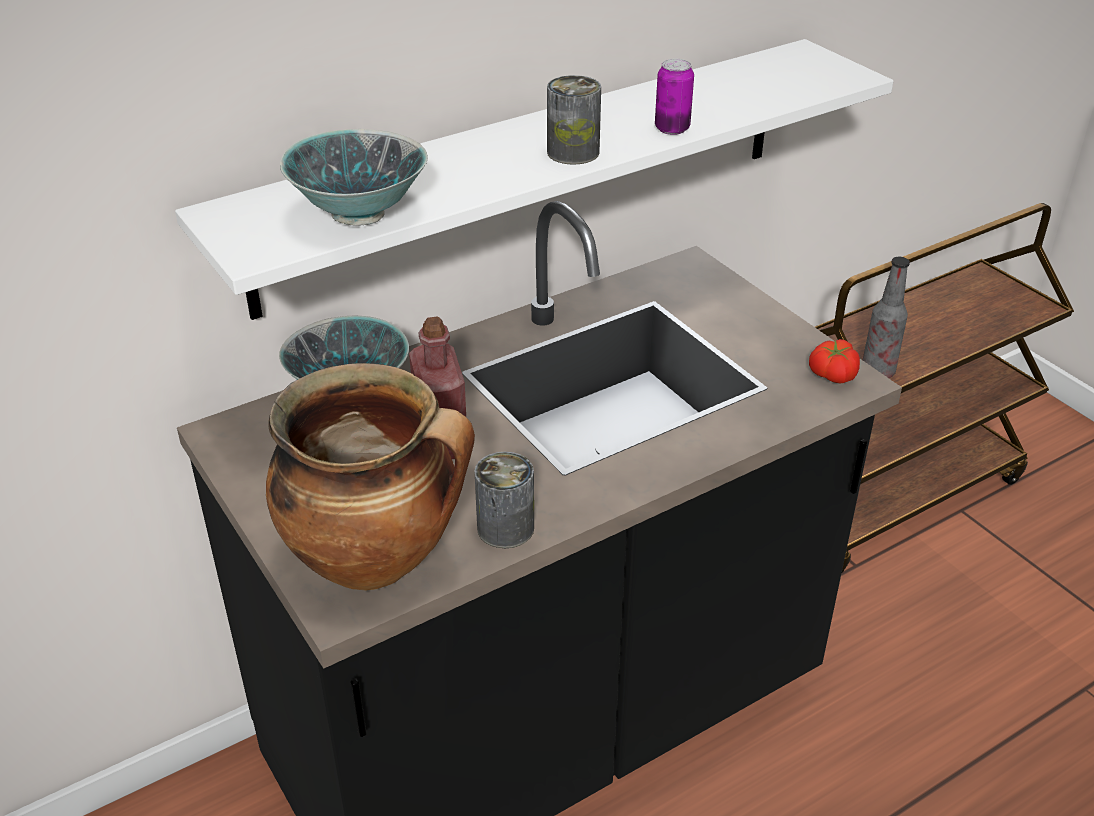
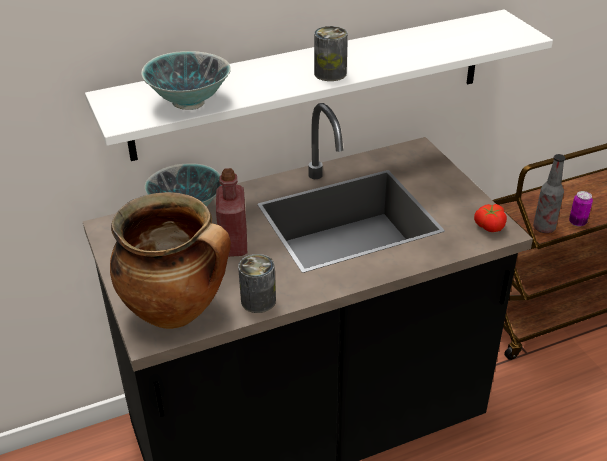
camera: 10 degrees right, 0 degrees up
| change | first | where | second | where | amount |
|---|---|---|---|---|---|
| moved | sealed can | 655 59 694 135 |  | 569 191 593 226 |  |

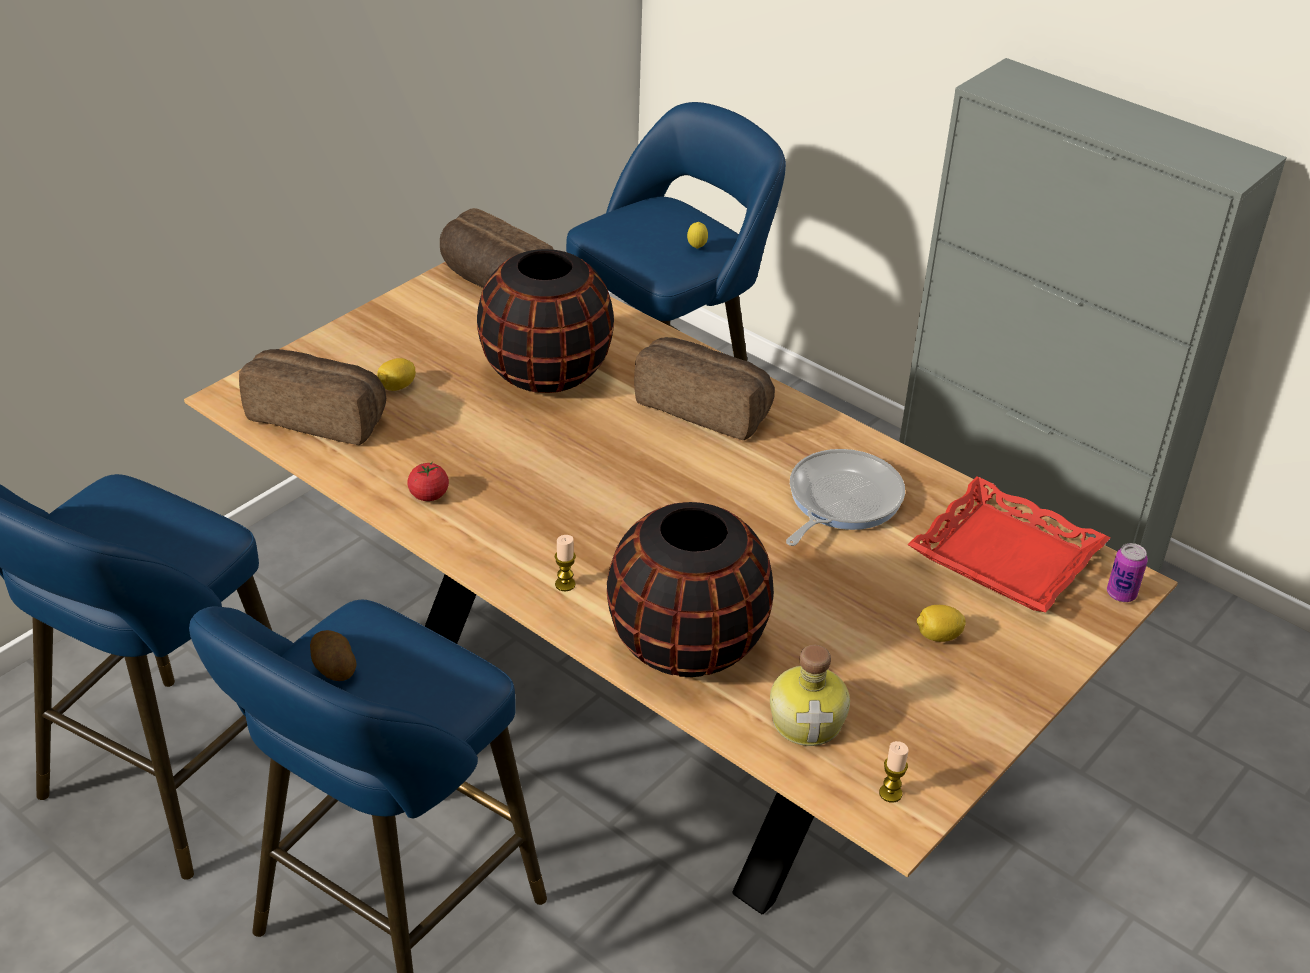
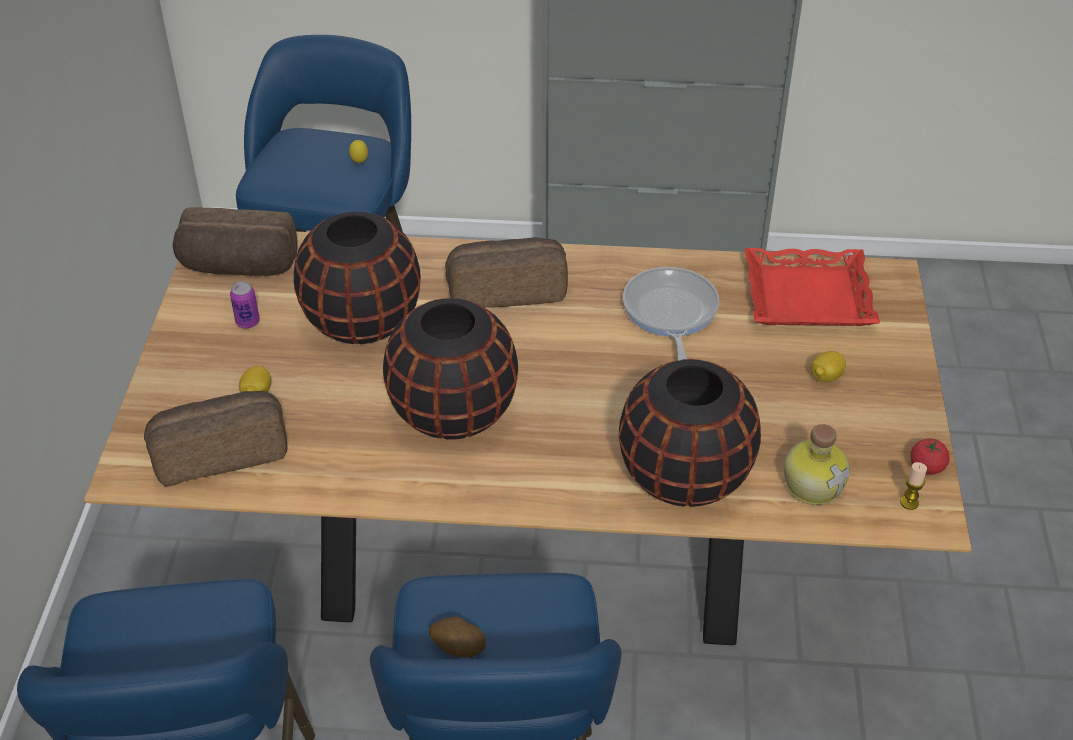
camera: 35 degrees left, 5 degrees up
| change | first | where | second | where | amount |
|---|---|---|---|---|---|
| moved | sealed can | 1107 543 1148 602 |  | 230 282 260 329 |  |
| added |  |  | black flower vase | 383 298 518 439 |  |
| moved | whole tomato | 407 462 449 501 |  | 910 437 950 475 |  |
| removed | candle | 555 535 576 591 |  |  |  |

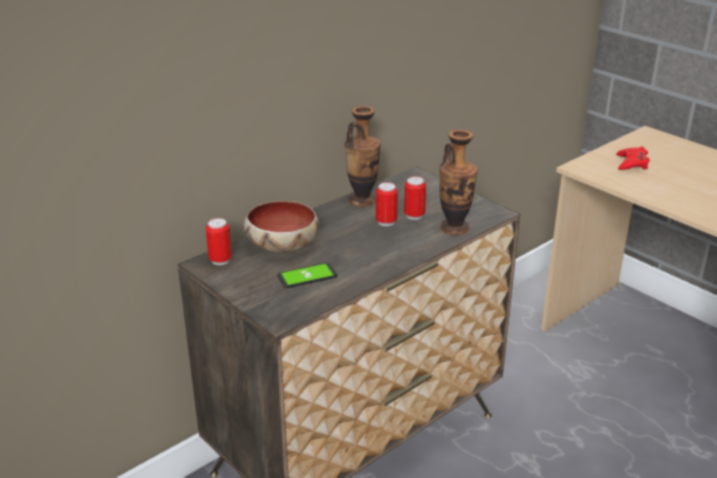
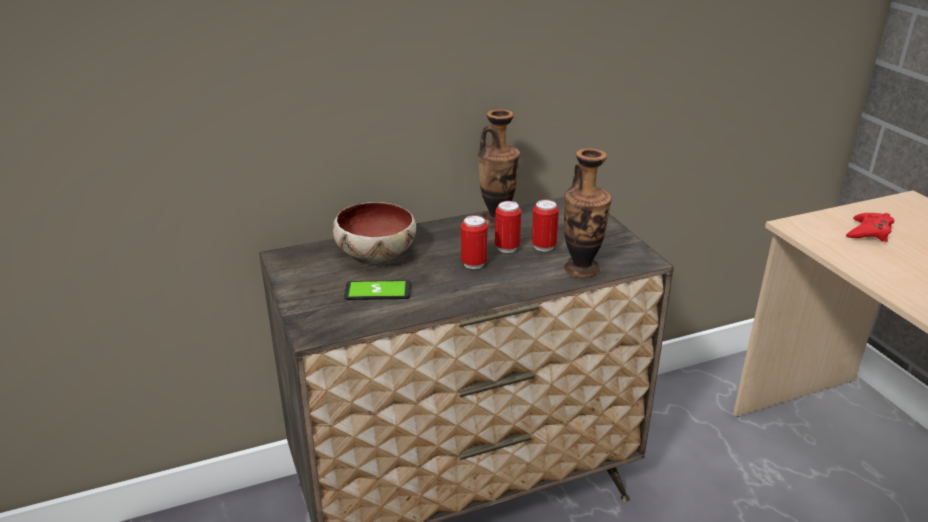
camera: 20 degrees right, 0 degrees up
| change | first | where | second | where | amount |
|---|---|---|---|---|---|
| moved | sealed can | 206 218 232 265 |  | 461 215 488 269 |  |

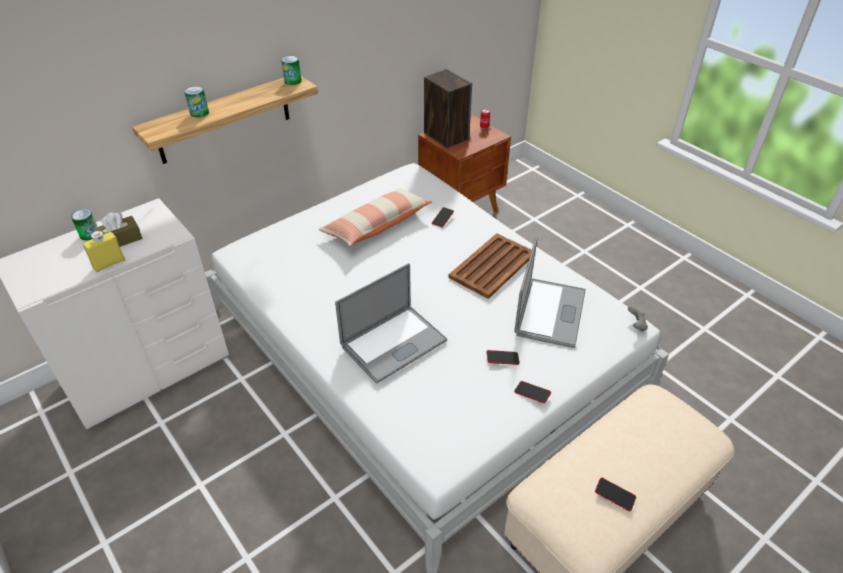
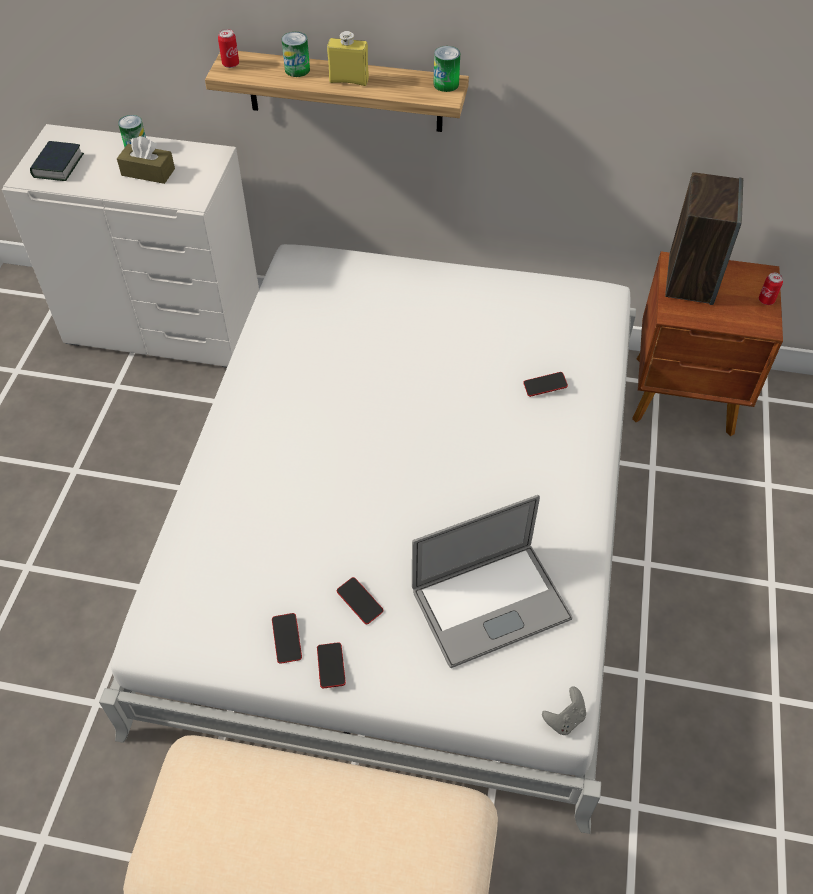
camera: 50 degrees right, 10 degrees up
| change | first | where | second | where | amount |
|---|---|---|---|---|---|
| added |  |  | bound book | 30 141 84 181 |  |
| added |  |  | sealed can | 218 29 239 68 |  |
| moved | handset | 595 478 636 511 |  | 272 613 302 664 |  |
| moved | yellow-coloured beverage bottle | 83 231 125 272 |  | 327 31 369 86 |  |
| removed | cushion | 319 189 432 246 |  |  |  |
| removed | portable computer | 335 263 447 384 |  |  |  |
| removed | brownish carrying tray | 449 233 532 299 |  |  |  |

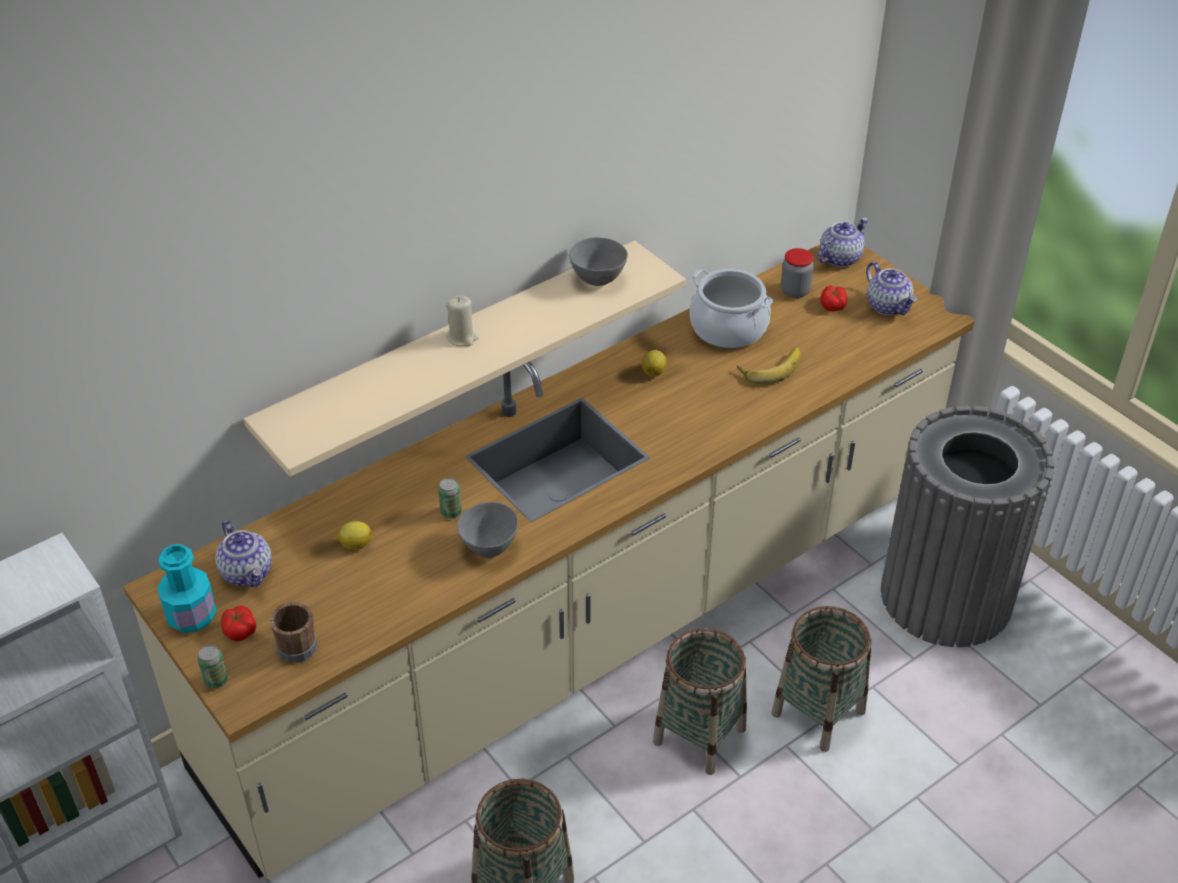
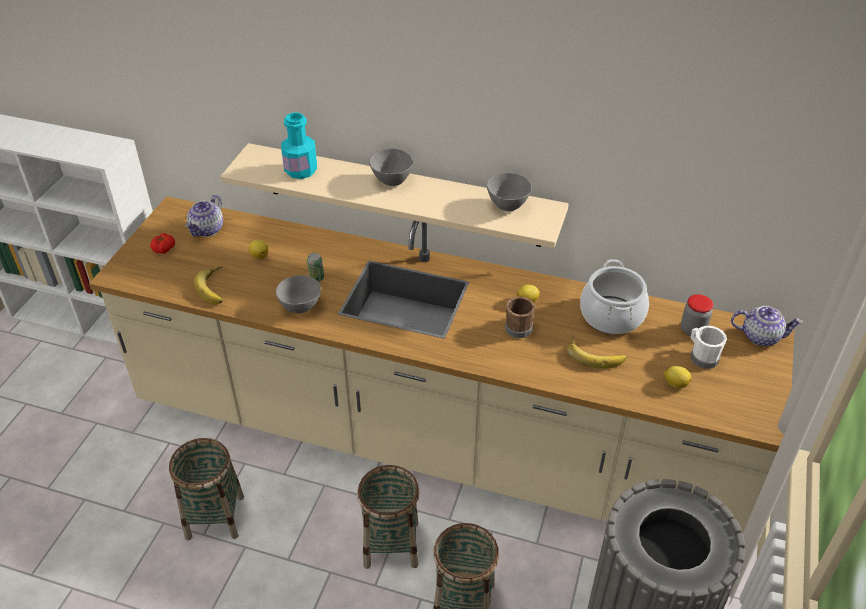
camera: 55 degrees right, 0 degrees up
| change | first | where | second | where | amount |
|---|---|---|---|---|---|
| added |  |  | banana | 194 266 223 304 |  |
| moved | turquoise-coloured beverage bottle | 157 544 217 633 |  | 281 112 317 179 |  |
| replaced | beige candle | 446 296 479 346 | greyish bowl | 369 148 413 186 |  |
| moved | brownish coffee mug | 270 602 317 663 |  | 505 296 535 338 |  |
| added |  |  | whole lemon | 664 366 691 389 |  |
| replaced | whole tomato | 820 285 847 312 | white coffee mug | 690 326 727 369 |  |
| removed | sealed can | 198 645 228 689 |  |  |  |
| removed | pot for tea | 866 262 917 315 |  |  |  |

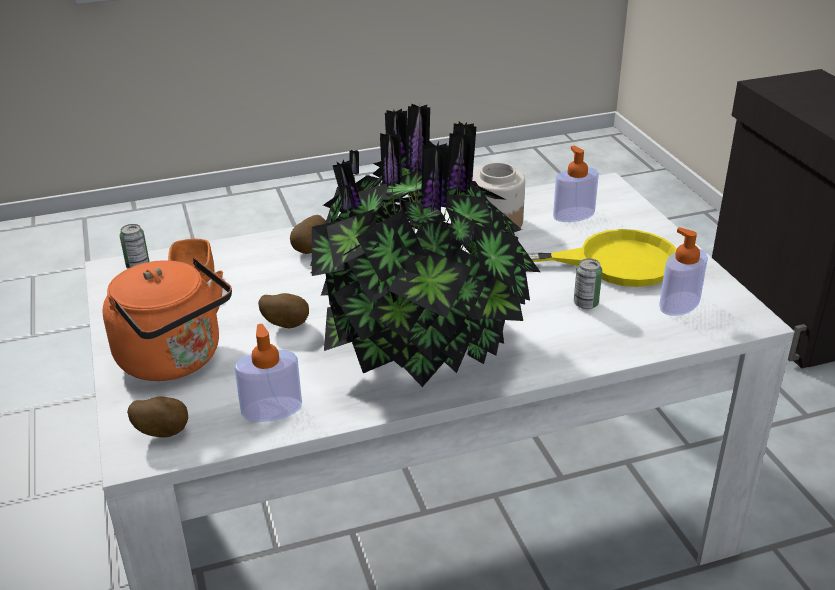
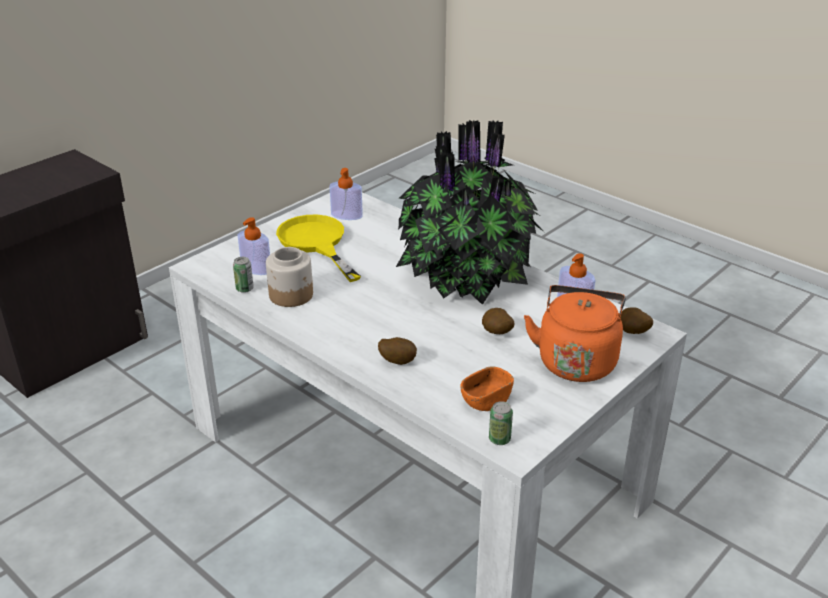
camera: 120 degrees left, 0 degrees up
| change | first | where | second | where | amount |
|---|---|---|---|---|---|
| moved | sealed can | 574 258 602 309 |  | 233 257 254 293 |  |

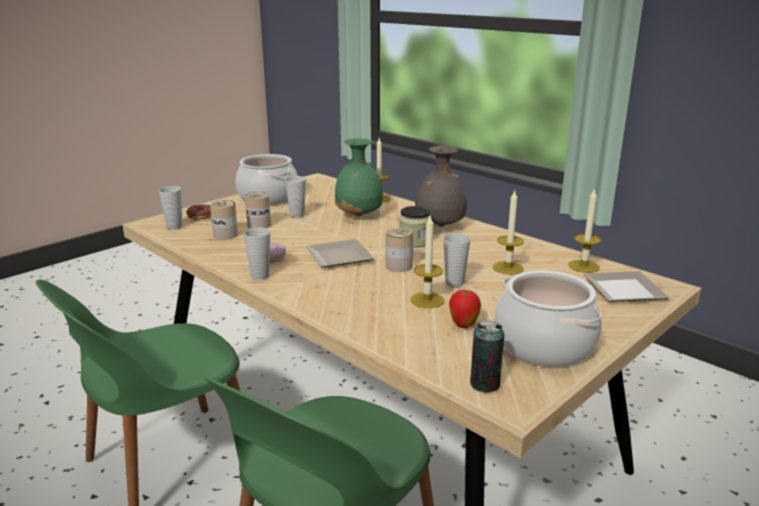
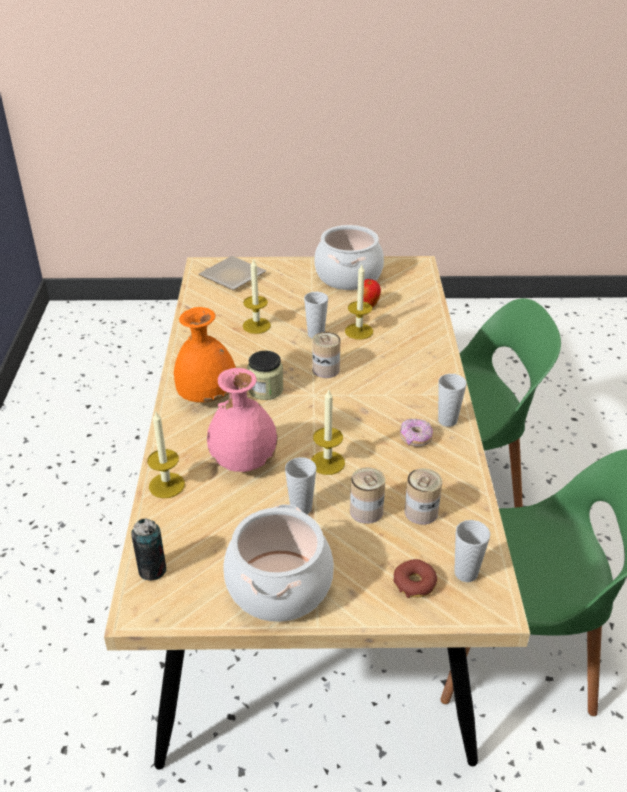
camera: 135 degrees left, 15 degrees up
| change | first | where | second | where | amount |
|---|---|---|---|---|---|
| moved | sealed can | 470 320 504 393 |  | 131 518 167 581 |  |
| recoloured | greyish flower vase | 415 146 467 227 | orangey flower vase | 174 307 236 402 |  |
| recoloured | greenish flower vase | 334 138 383 216 | pink-coloured flower vase | 207 368 278 472 |  |
| moved | candle | 568 188 601 273 |  | 311 388 345 475 |  |
| removed | dinner plate | 306 239 375 268 |  |  |  |

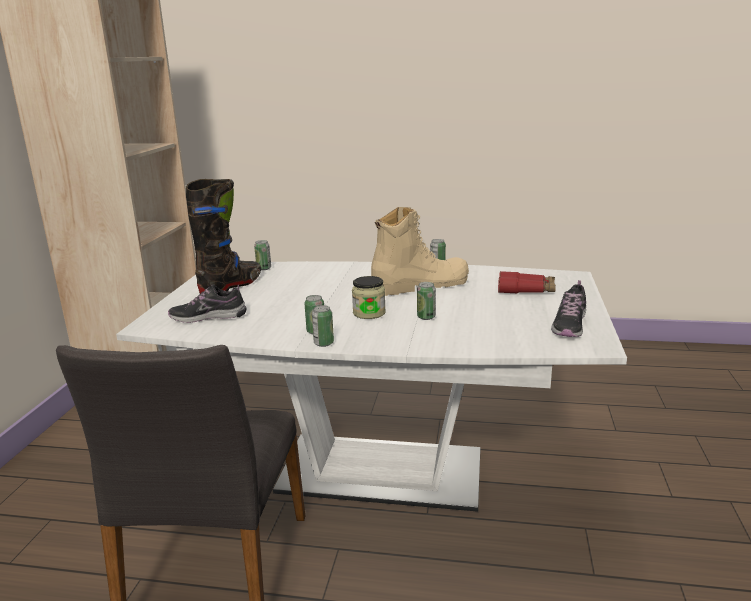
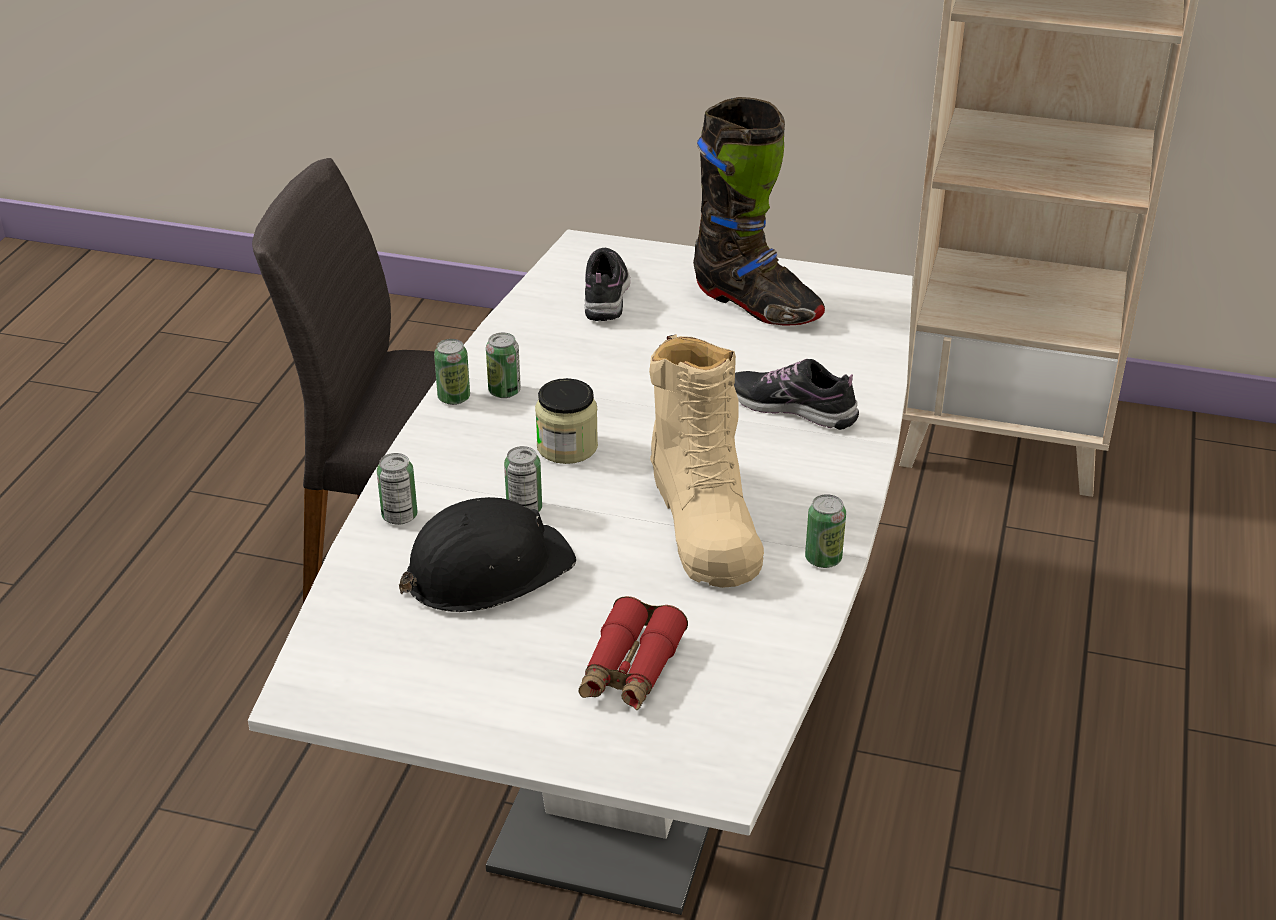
camera: 95 degrees right, 15 degrees up
| change | first | where | second | where | amount |
|---|---|---|---|---|---|
| moved | sealed can | 254 240 271 270 |  | 377 453 417 525 |  |
| added |  |  | black safety helmet | 398 497 576 612 |  |
| moved | shoe | 551 280 586 337 |  | 734 359 859 430 |  |

